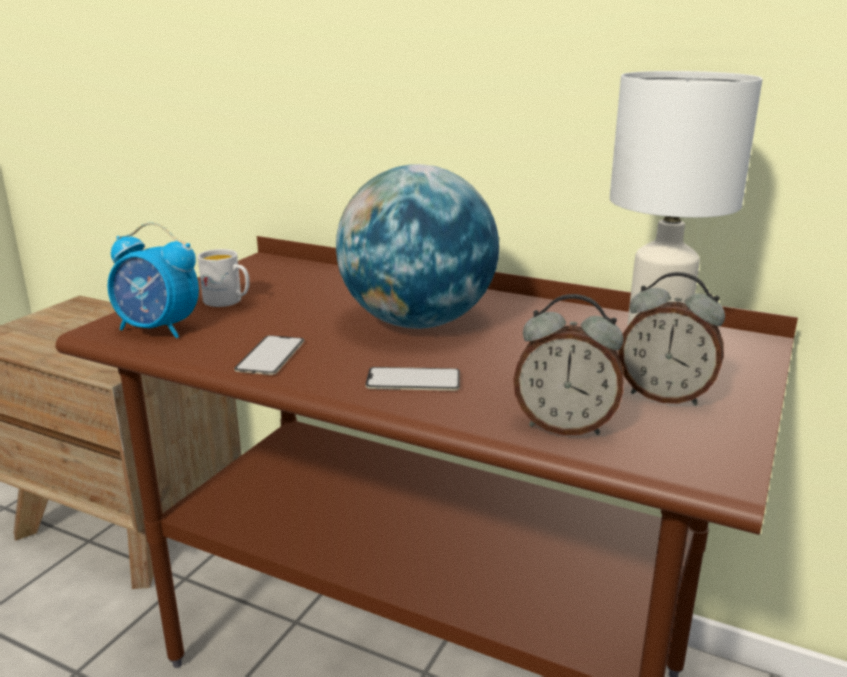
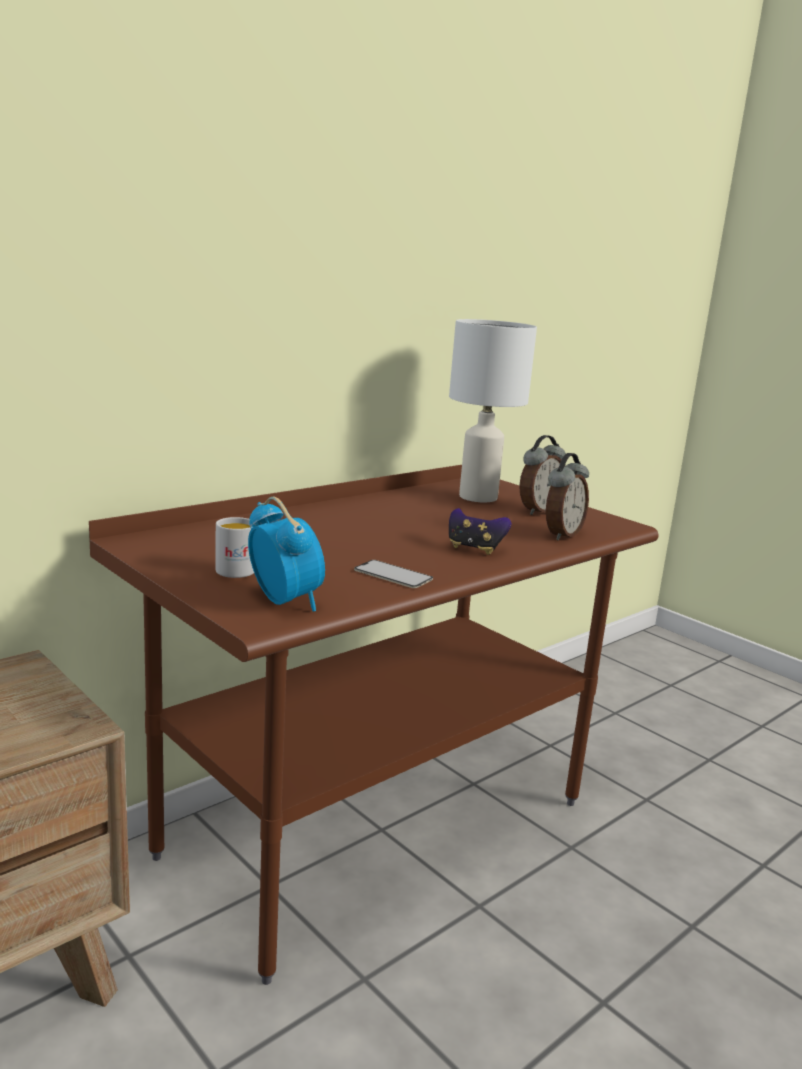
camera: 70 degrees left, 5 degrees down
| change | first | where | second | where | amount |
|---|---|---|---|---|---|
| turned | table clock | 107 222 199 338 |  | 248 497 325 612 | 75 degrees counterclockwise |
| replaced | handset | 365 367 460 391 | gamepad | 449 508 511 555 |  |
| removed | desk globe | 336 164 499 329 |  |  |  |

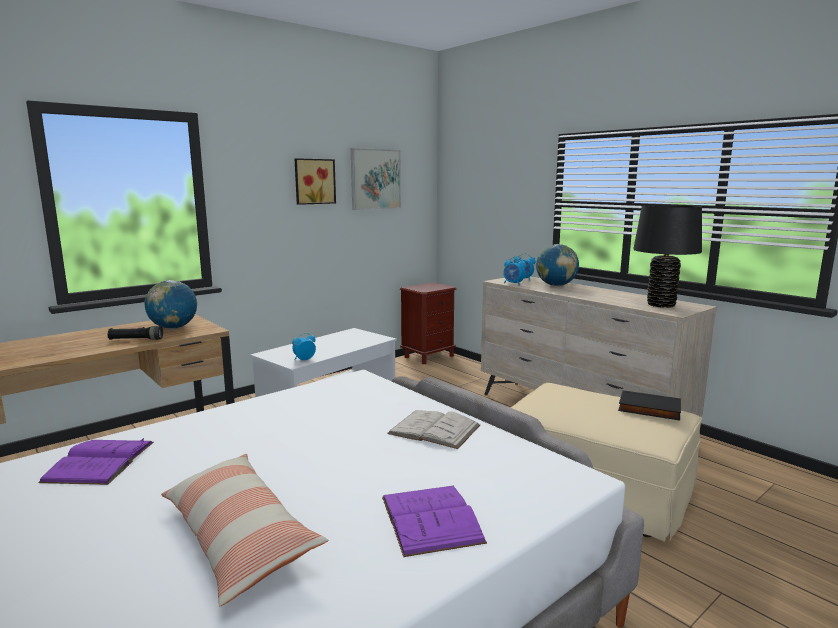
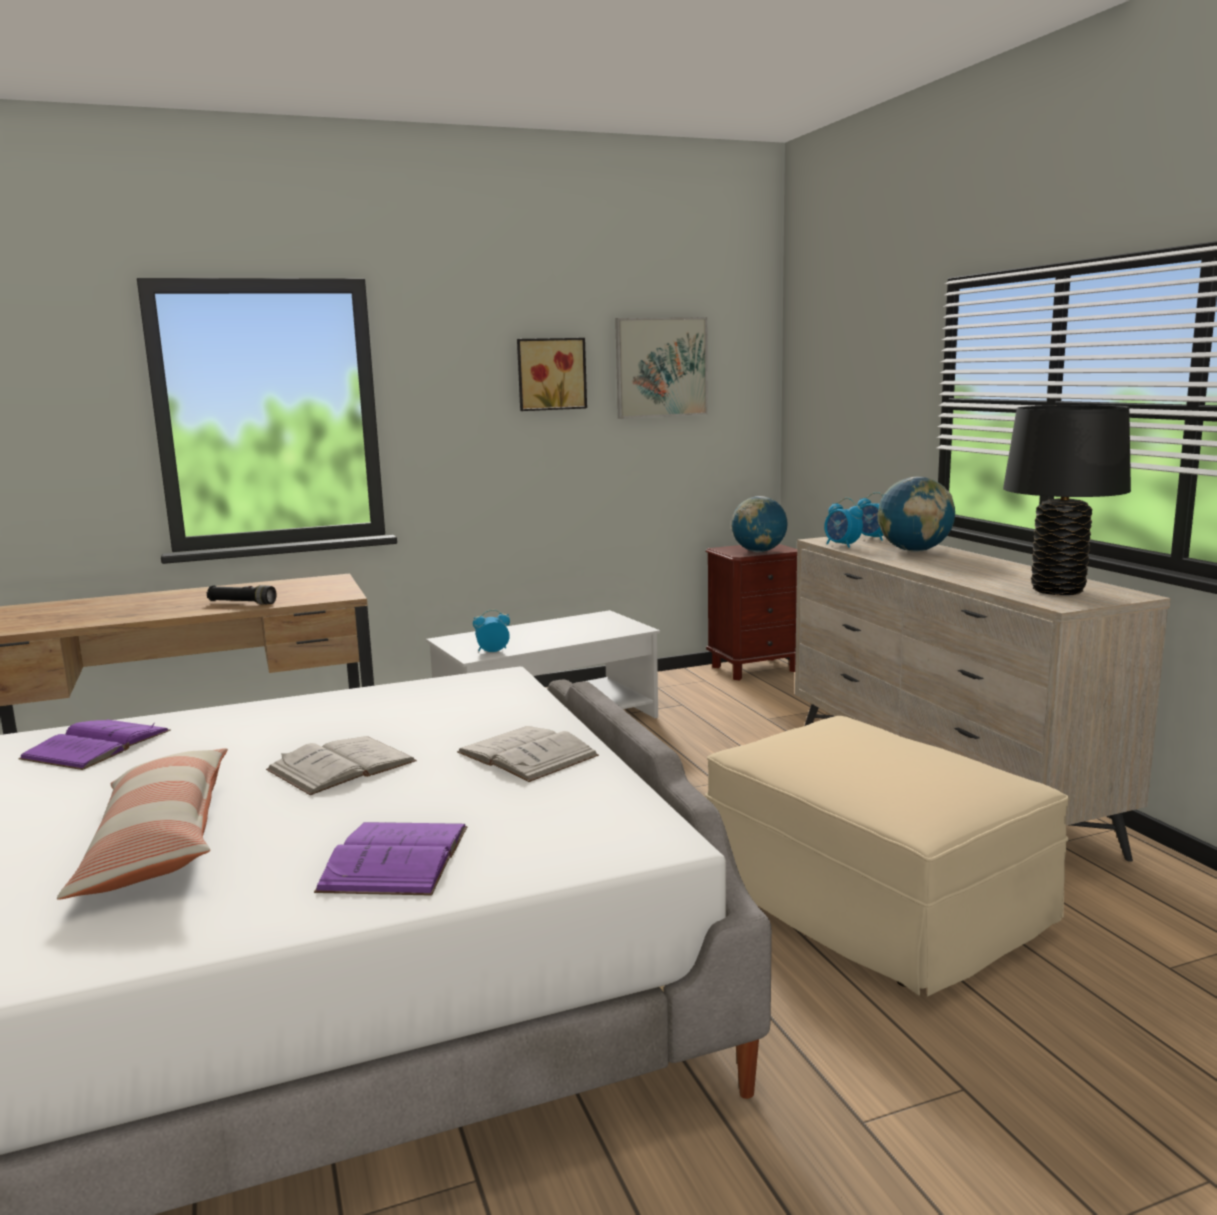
camera: 20 degrees right, 0 degrees up
| change | first | where | second | where | amount |
|---|---|---|---|---|---|
| added |  |  | white bound book | 266 736 417 795 |  |
| moved | desk globe | 144 280 197 329 |  | 731 496 788 552 |  |
| removed | black bound book | 618 390 681 421 |  |  |  |

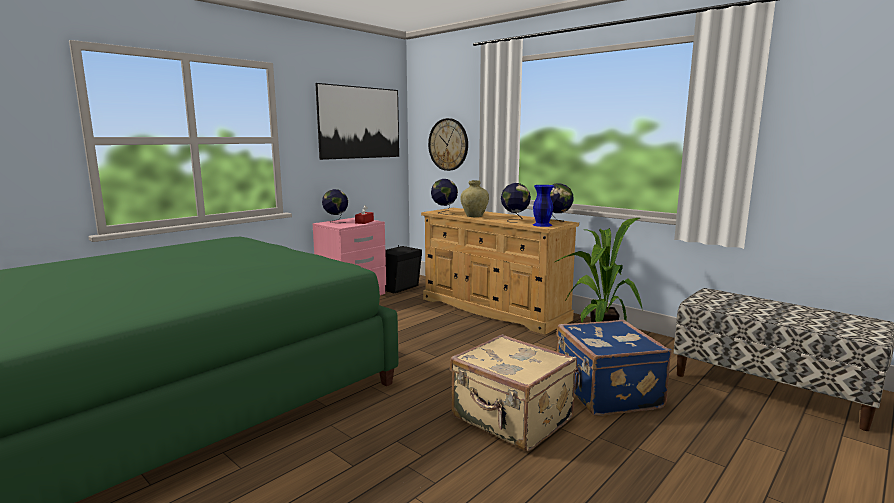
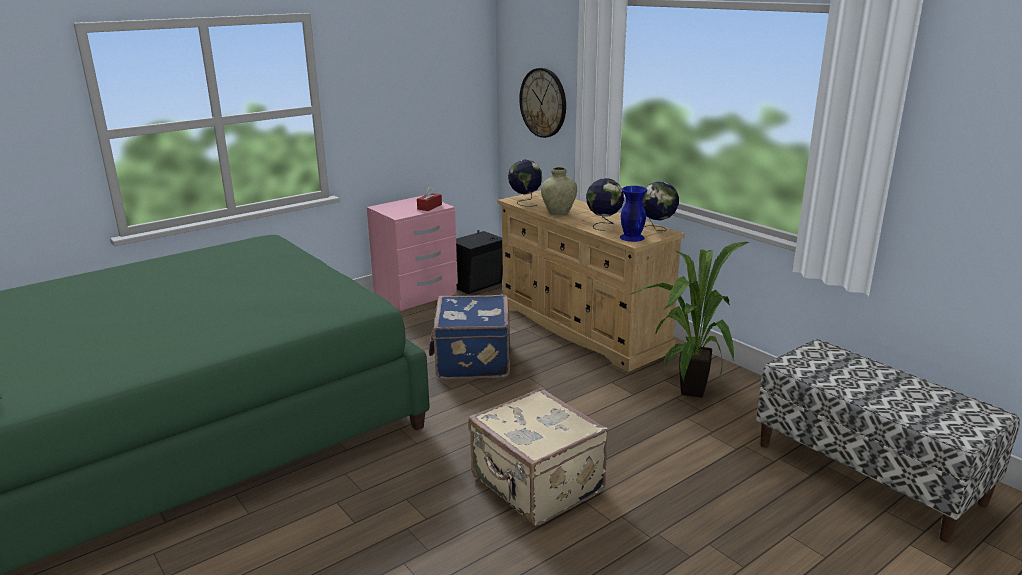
camera: 10 degrees right, 10 degrees up
| change | first | where | second | where | amount |
|---|---|---|---|---|---|
| moved | blue piece of luggage | 557 320 671 416 |  | 429 295 510 379 |  |
| removed | picture | 315 83 399 160 |  |  |  |
| removed | desk globe | 322 189 348 223 |  |  |  |

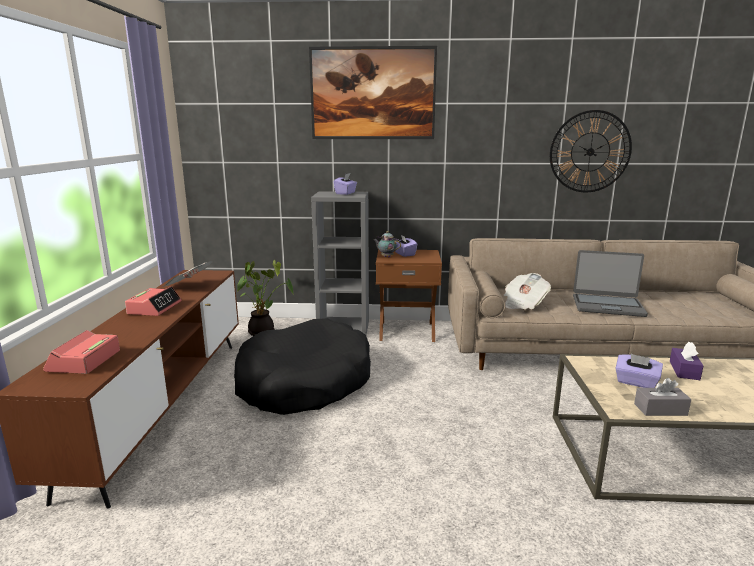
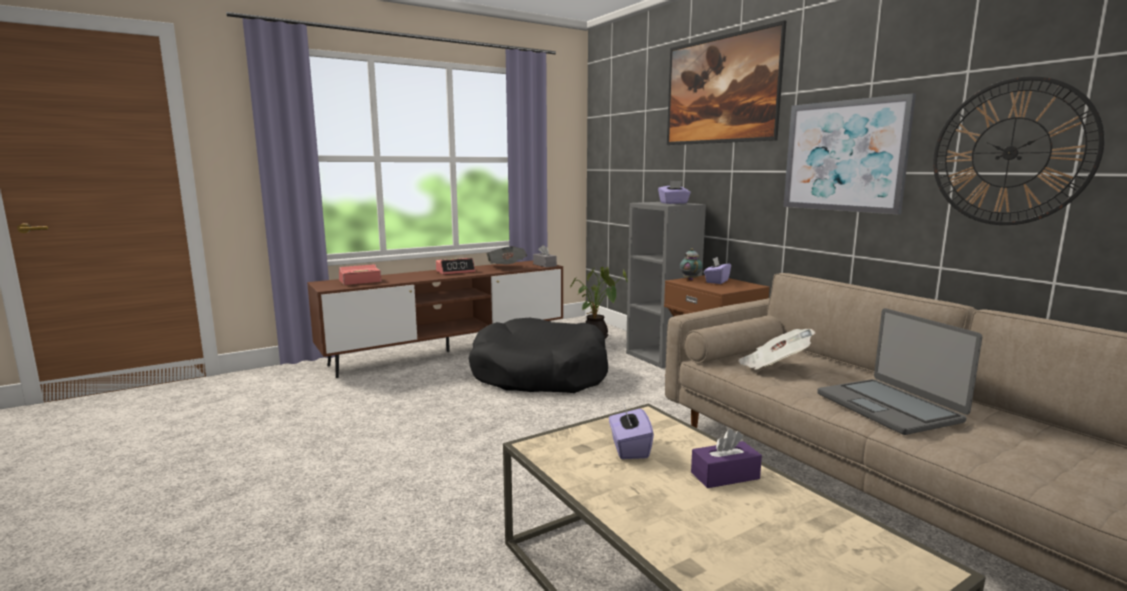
camera: 55 degrees right, 5 degrees down
| change | first | where | second | where | amount |
|---|---|---|---|---|---|
| moved | greyish tissue holder | 634 378 691 416 |  | 533 245 557 267 |  |
| added |  |  | picture | 783 93 916 215 |  |

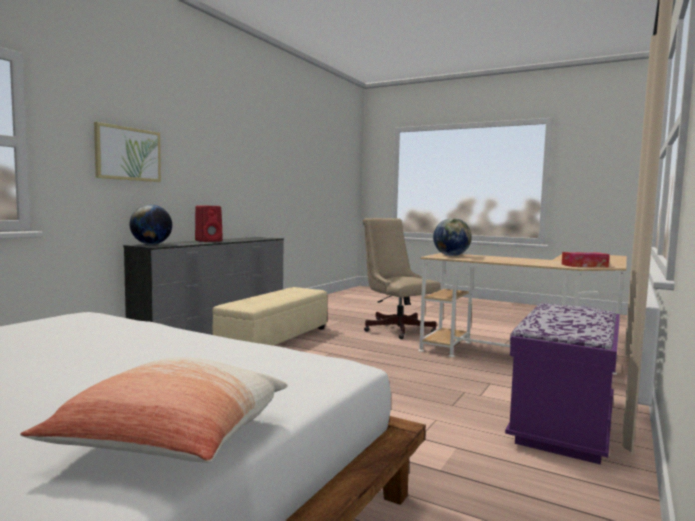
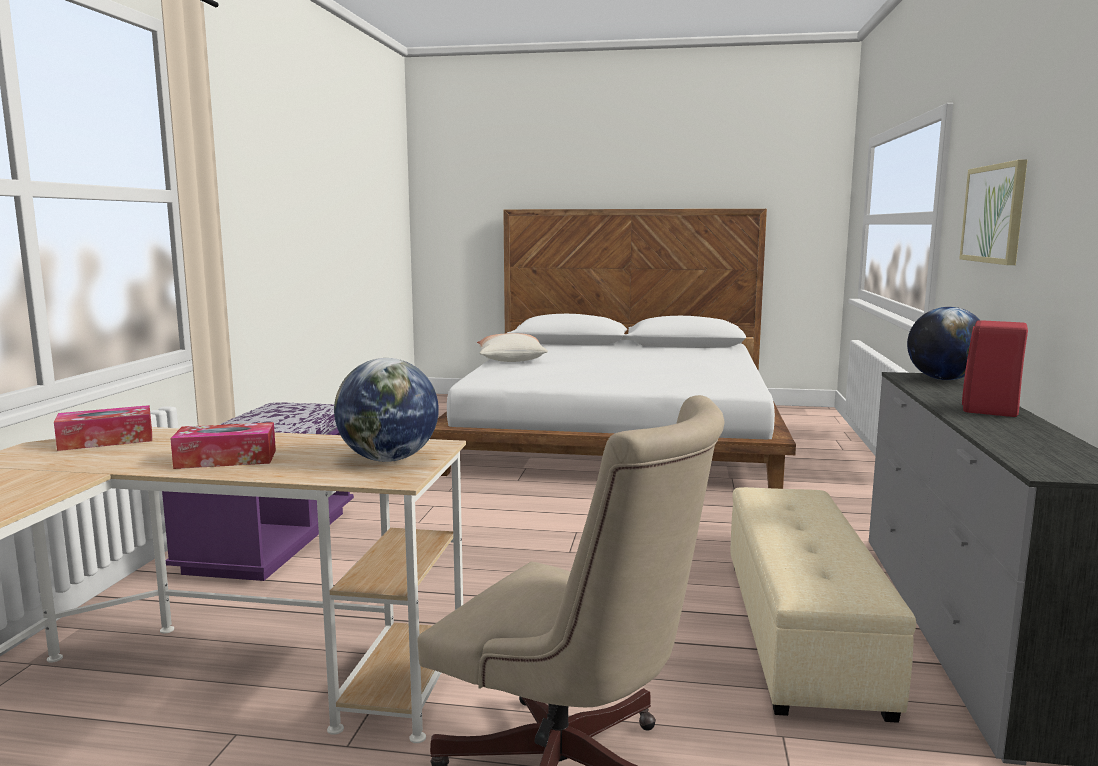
camera: 160 degrees right, 5 degrees up
| change | first | where | second | where | amount |
|---|---|---|---|---|---|
| added |  |  | tissue holder | 170 422 276 469 |  |

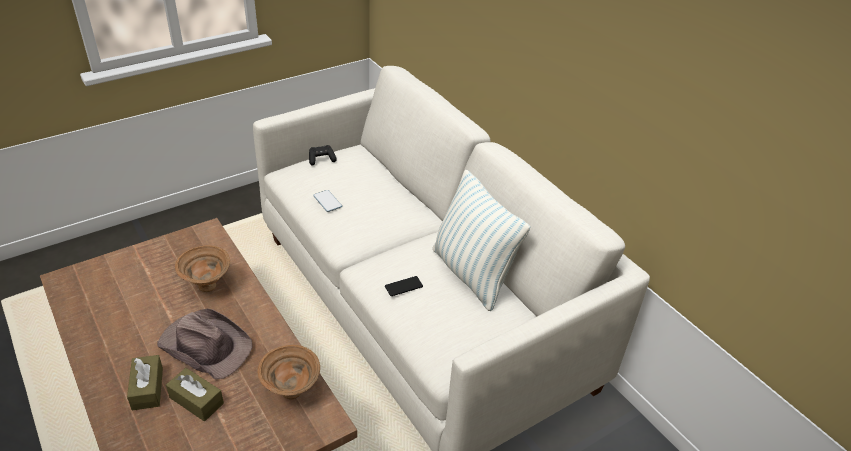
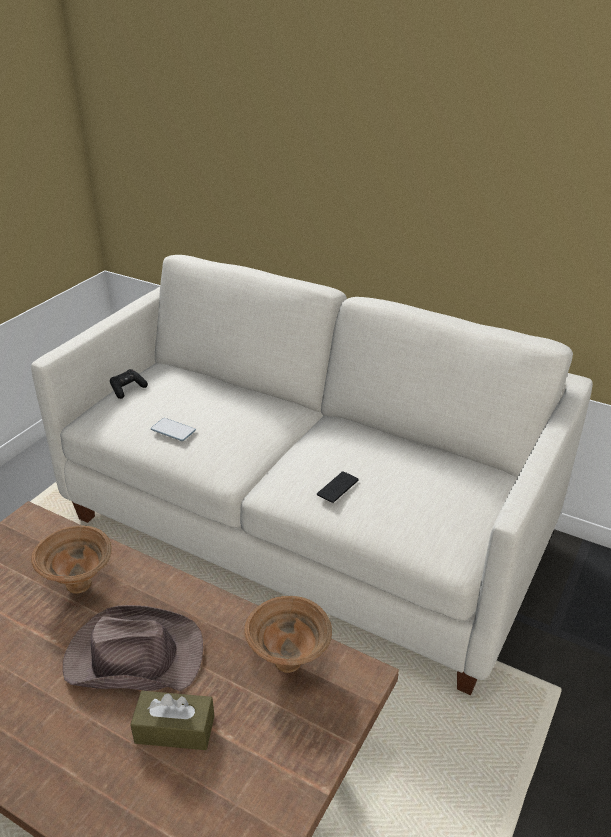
camera: 25 degrees left, 5 degrees down
| change | first | where | second | where | amount |
|---|---|---|---|---|---|
| removed | brownish tissue holder | 127 355 163 410 |  |  |  |
| removed | cushion | 432 170 530 311 |  |  |  |

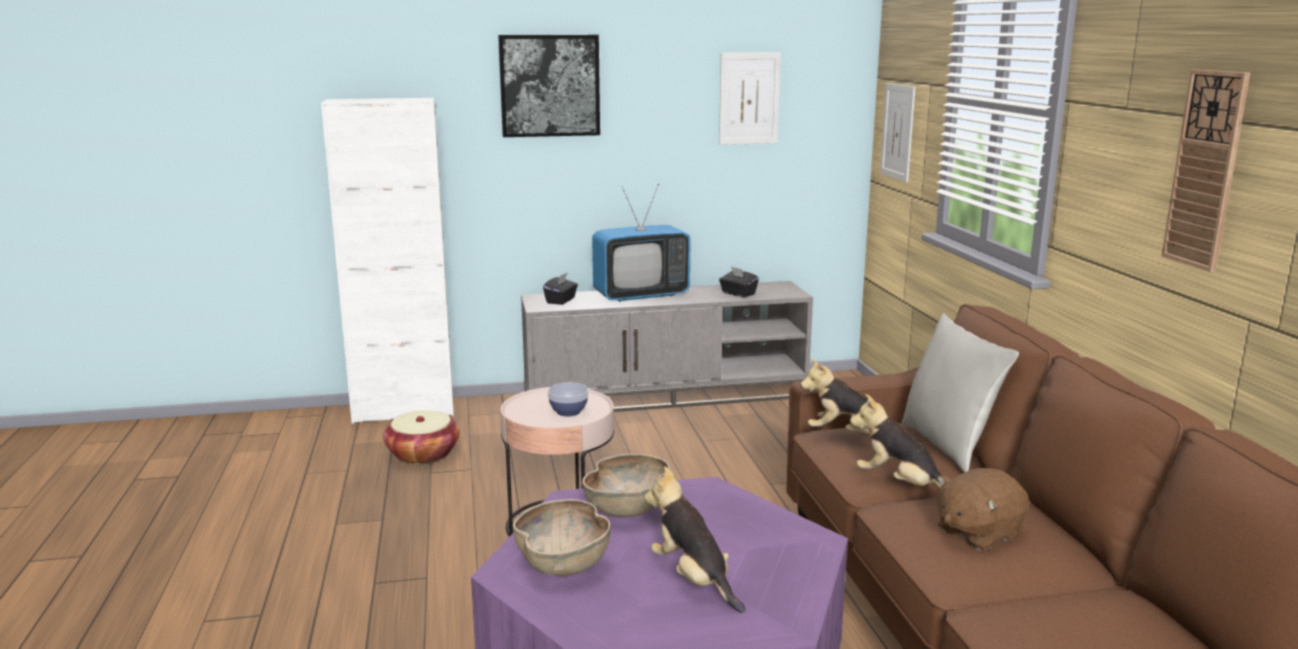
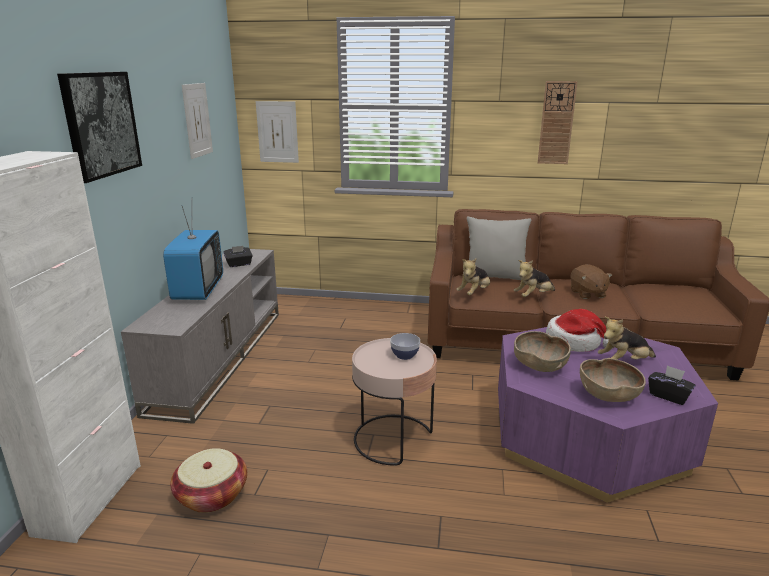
camera: 70 degrees left, 5 degrees up
| change | first | where | second | where | amount |
|---|---|---|---|---|---|
| added |  |  | clothing hat | 546 309 613 352 |  |
| moved | black tissue holder | 543 272 578 305 |  | 648 365 695 405 |  |

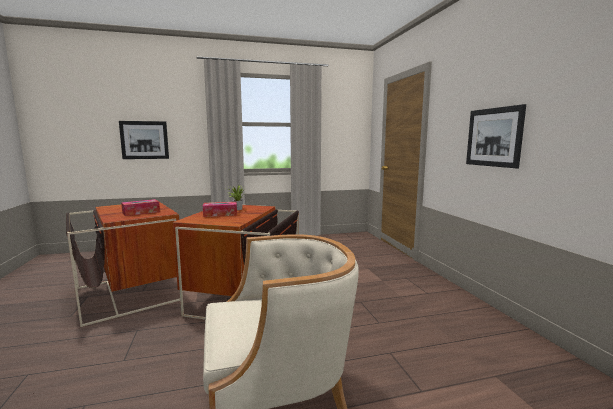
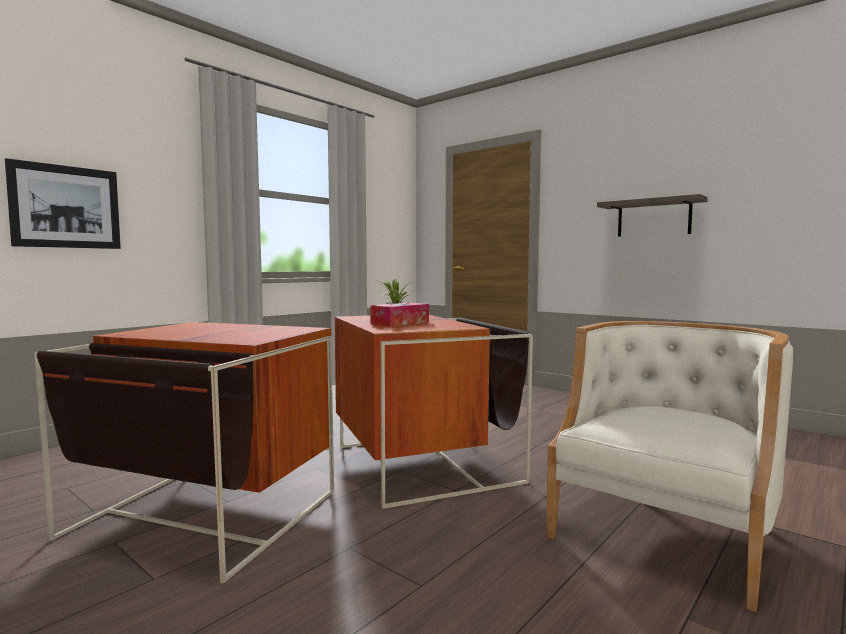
camera: 35 degrees left, 5 degrees down
| change | first | where | second | where | amount |
|---|---|---|---|---|---|
| replaced | picture | 466 104 526 168 | bracket shelf | 597 194 708 237 |  |
| removed | tissue holder | 121 199 160 216 |  |  |  |

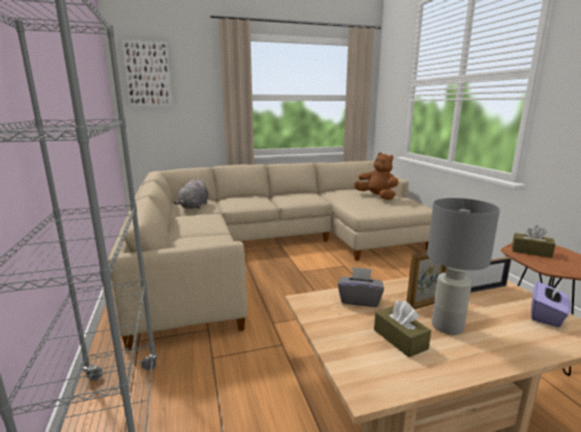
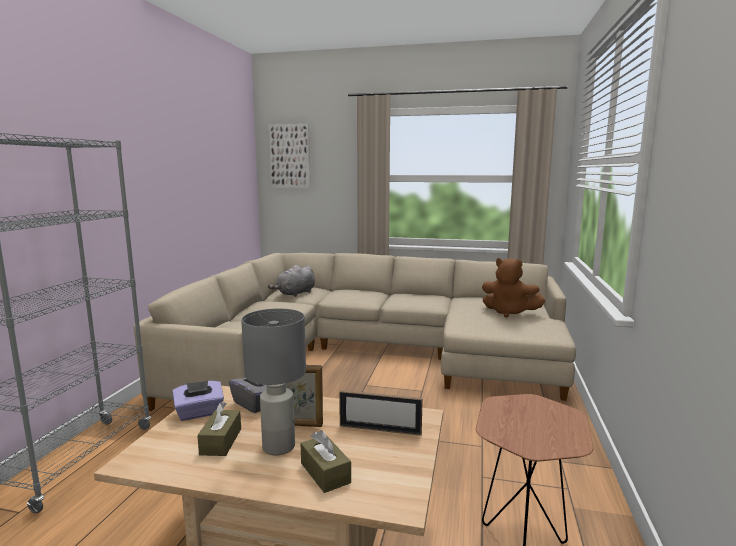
camera: 30 degrees right, 5 degrees down
| change | first | where | second | where | amount |
|---|---|---|---|---|---|
| moved | purplish tissue holder | 531 282 571 327 |  | 172 380 224 421 |  |
| moved | brownish tissue holder | 512 225 556 258 |  | 300 430 351 493 |  |
| turned | brownish cuddly toy | 354 152 398 200 |  | 482 258 545 317 | 135 degrees clockwise |

